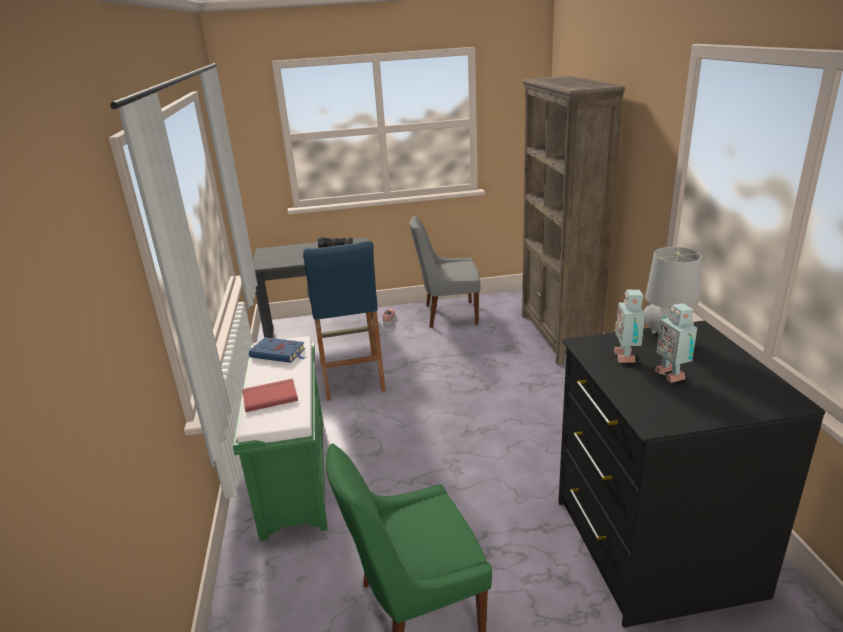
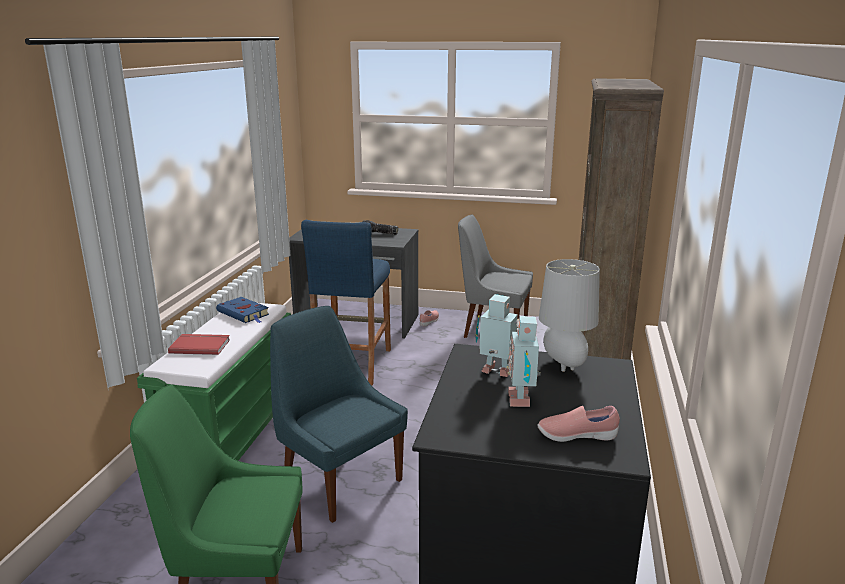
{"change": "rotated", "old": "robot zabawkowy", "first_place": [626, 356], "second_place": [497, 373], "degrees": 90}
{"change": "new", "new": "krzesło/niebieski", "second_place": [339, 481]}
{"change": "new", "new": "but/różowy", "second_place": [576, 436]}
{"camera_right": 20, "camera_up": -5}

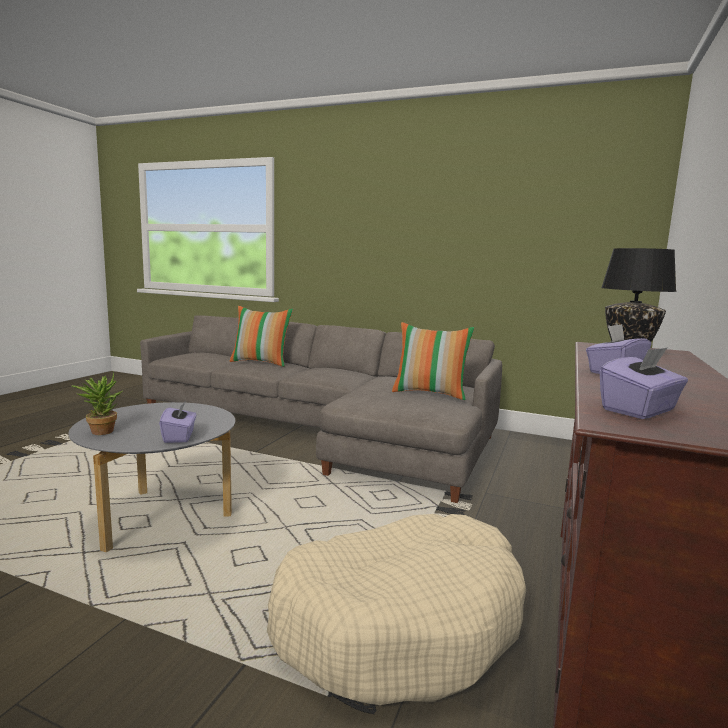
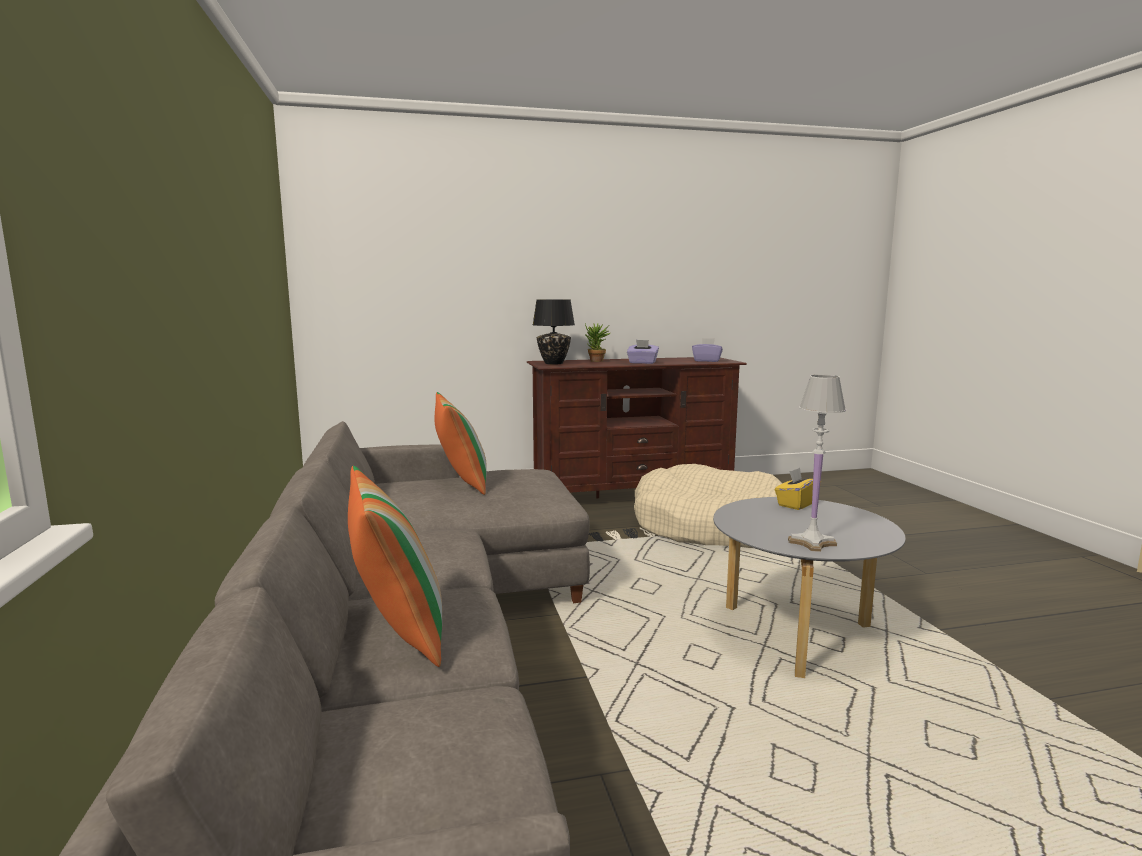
{"change": "shifted", "old": "roślina doniczkowa", "first_place": [101, 430], "second_place": [596, 361]}
{"change": "repainted", "old": "pudełko chusteczek/fioletowy", "new": "pudełko chusteczek/żółty", "first_place": [179, 436], "second_place": [796, 504]}
{"change": "new", "new": "lampa stołowa/biały", "second_place": [811, 543]}
{"camera_right": -125, "camera_up": 0}

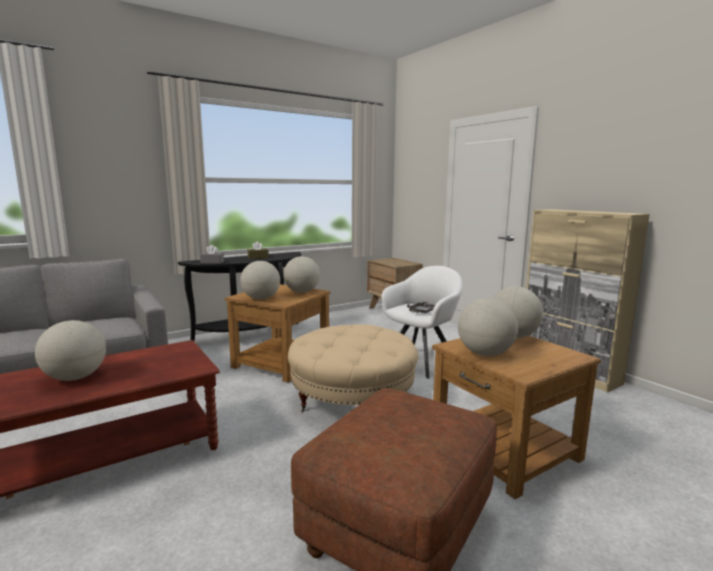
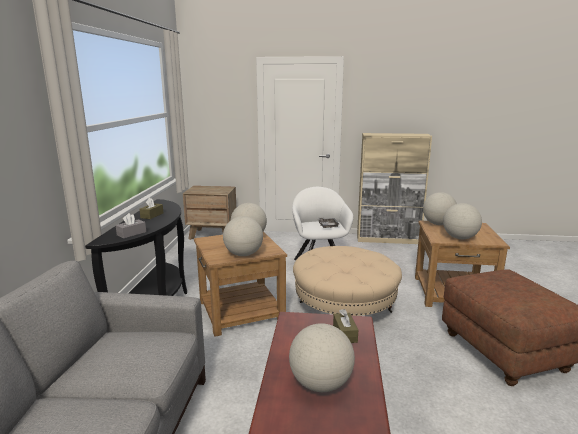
{"change": "new", "new": "pudełko chusteczek/brązowy", "second_place": [345, 334]}
{"camera_right": -50, "camera_up": 5}

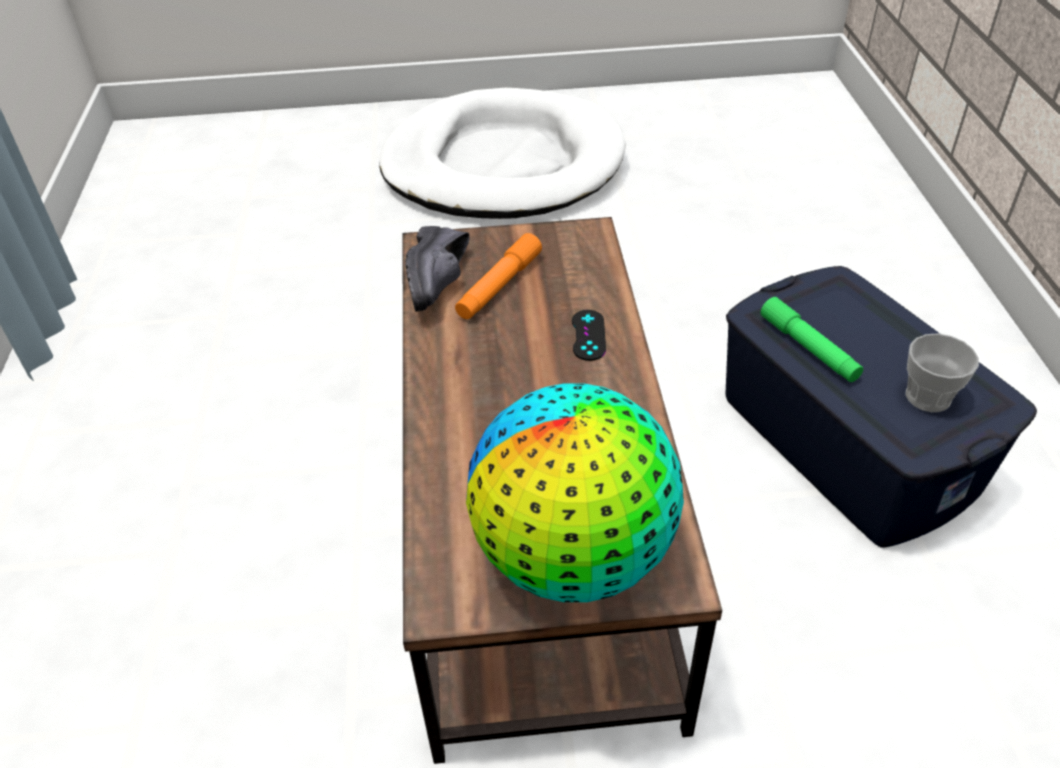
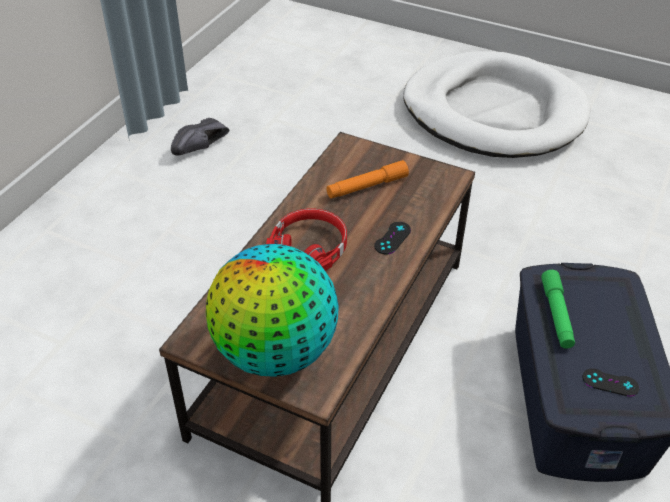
{"change": "shifted", "old": "but/czarny", "first_place": [442, 283], "second_place": [202, 148]}
{"change": "swapped", "old": "filiżanka", "new": "pad do gier/czarny", "first_place": [928, 397], "second_place": [610, 382]}
{"change": "new", "new": "słuchawki/czerwony", "second_place": [310, 247]}
{"camera_right": 30, "camera_up": 0}

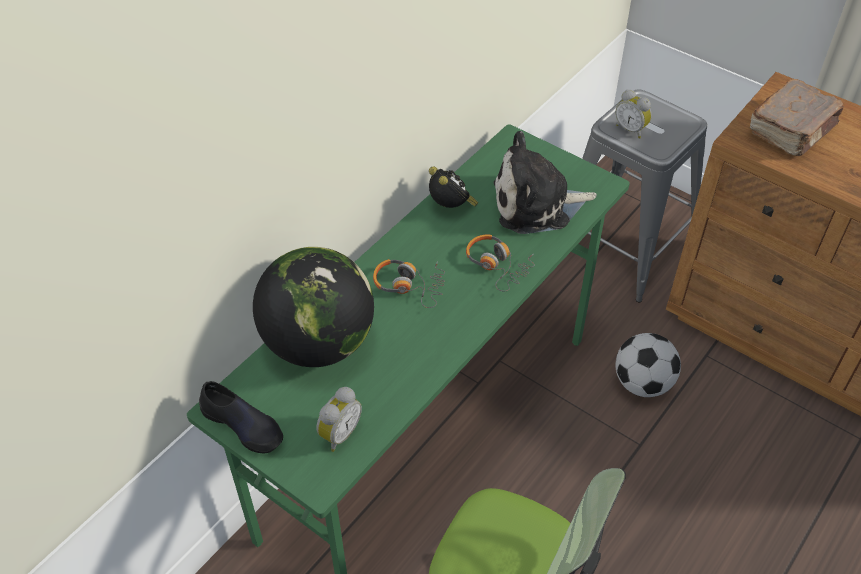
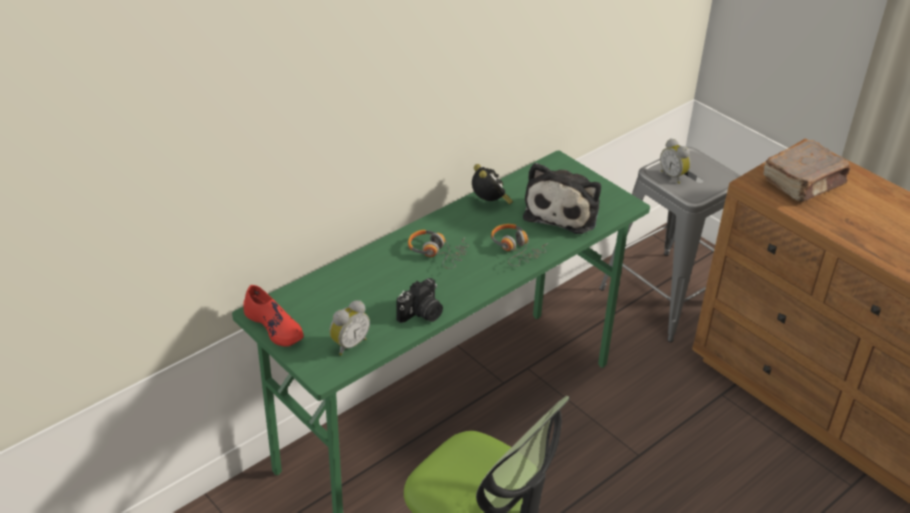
{"change": "rotated", "old": "pluszak", "first_place": [537, 204], "second_place": [564, 211], "degrees": -75}
{"change": "gone", "old": "globus", "first_place": [318, 343]}
{"change": "gone", "old": "piłka futbolowa", "first_place": [643, 383]}
{"change": "repainted", "old": "but/czarny", "new": "but/czerwony", "first_place": [243, 424], "second_place": [274, 326]}
{"change": "new", "new": "aparat fotograficzny", "second_place": [421, 314]}
{"camera_right": 10, "camera_up": -10}

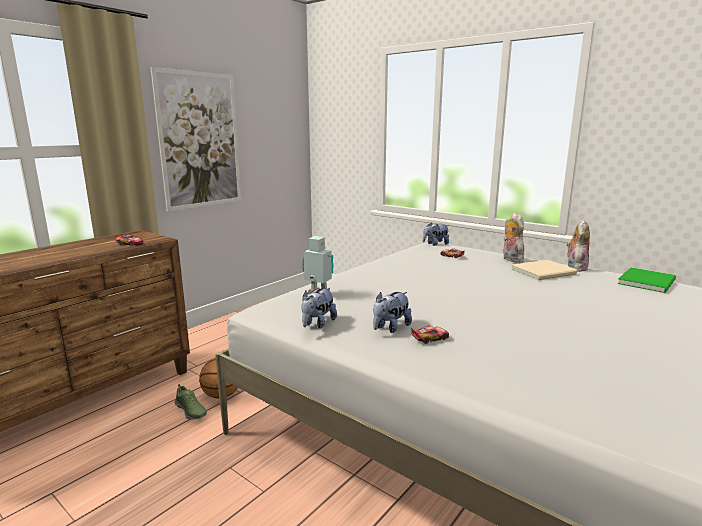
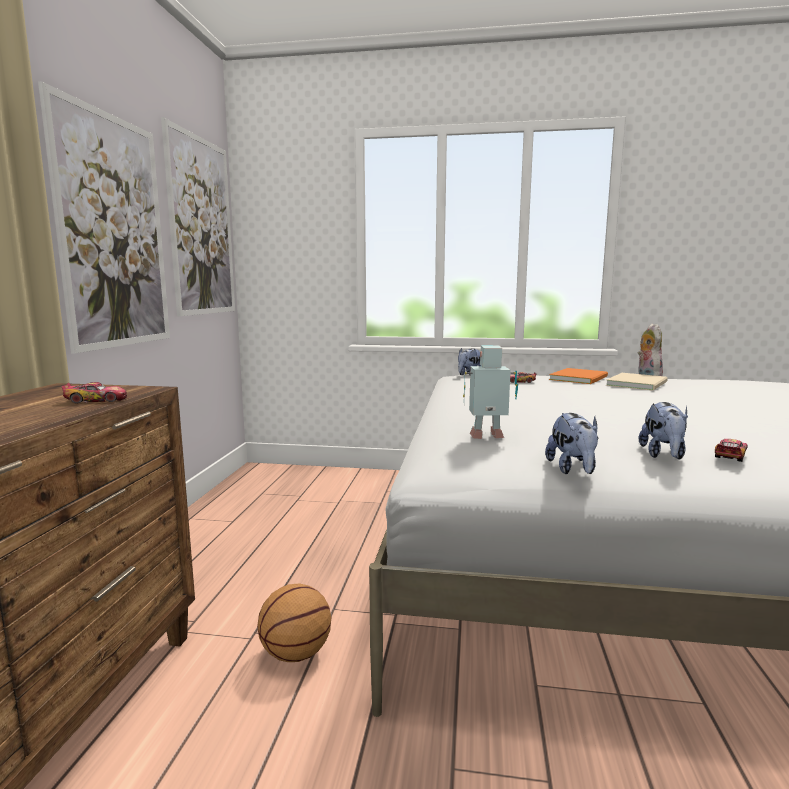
{"change": "swapped", "old": "pluszak", "new": "książka/pomarańczowy", "first_place": [510, 259], "second_place": [580, 378]}
{"change": "gone", "old": "książka/zielony", "first_place": [648, 281]}
{"change": "gone", "old": "but", "first_place": [191, 411]}
{"change": "new", "new": "obraz", "second_place": [202, 227]}
{"camera_right": -30, "camera_up": -5}

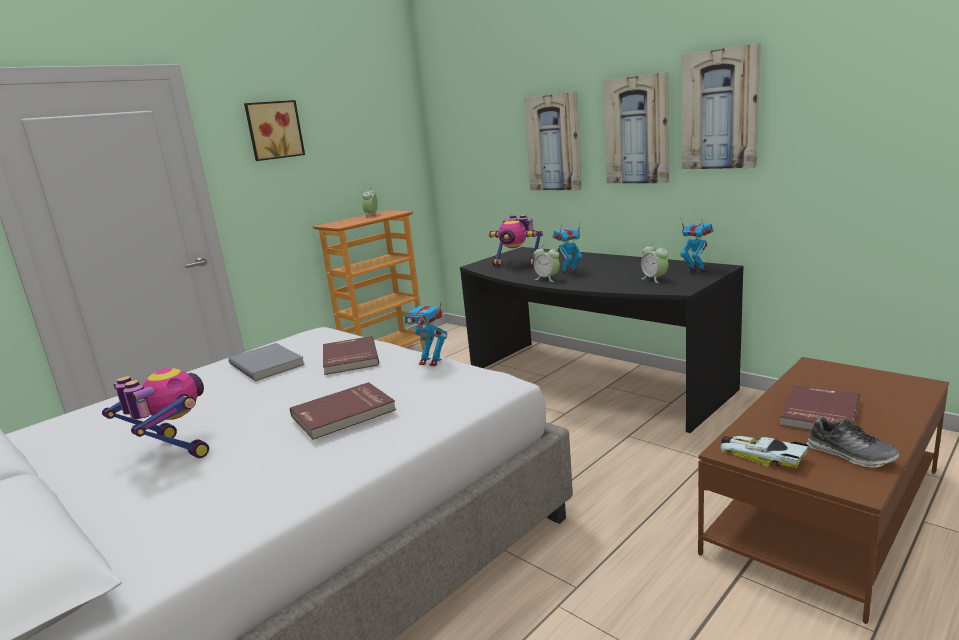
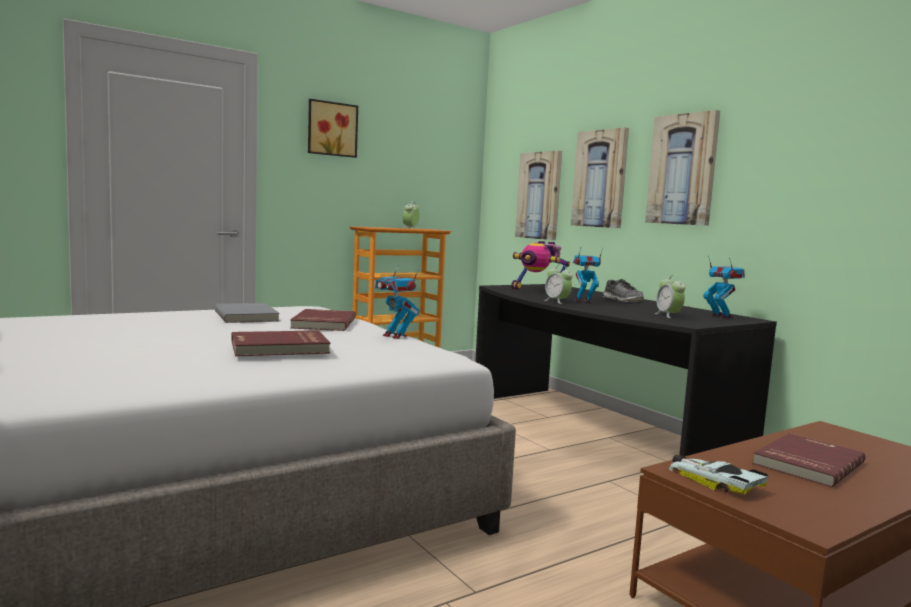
{"change": "shifted", "old": "obraz", "first_place": [720, 110], "second_place": [539, 195]}
{"change": "gone", "old": "robot zabawkowy", "first_place": [172, 451]}
{"change": "shifted", "old": "but", "first_place": [850, 455], "second_place": [622, 300]}
{"camera_right": 10, "camera_up": -10}

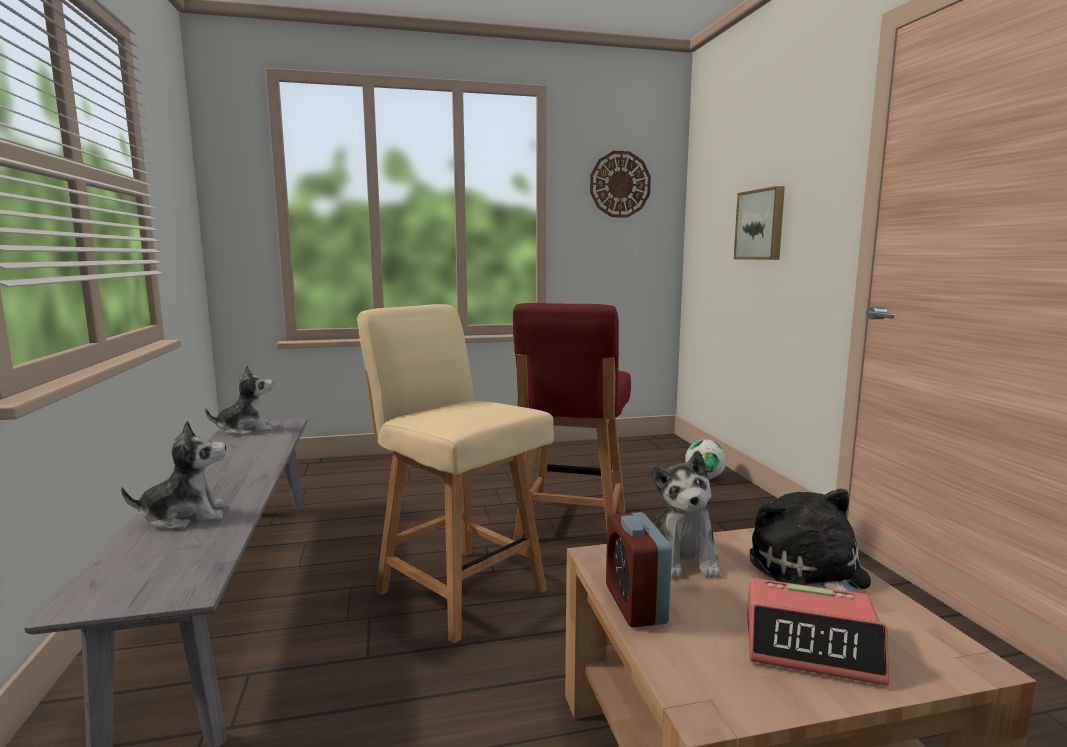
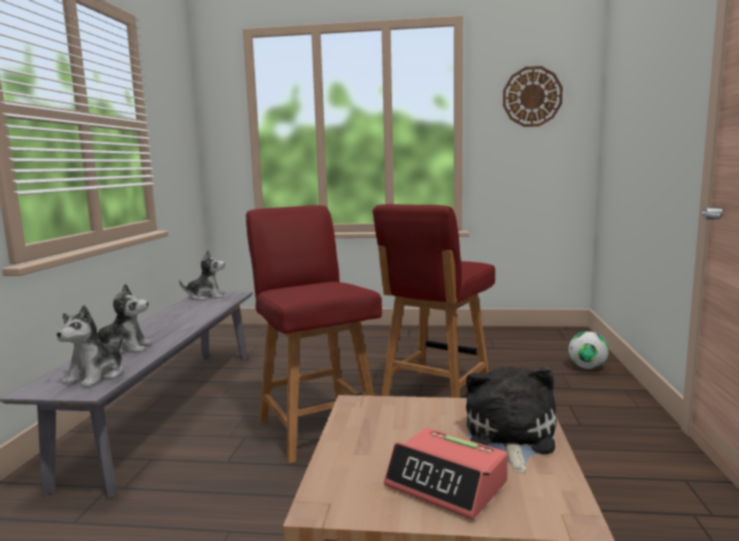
{"change": "gone", "old": "obraz", "first_place": [761, 225]}
{"change": "repainted", "old": "krzesło/beżowy", "new": "krzesło/czerwony", "first_place": [458, 589], "second_place": [317, 427]}
{"change": "shifted", "old": "pluszak", "first_place": [682, 558], "second_place": [96, 376]}
{"change": "gone", "old": "budzik", "first_place": [635, 604]}
{"camera_right": 20, "camera_up": 0}

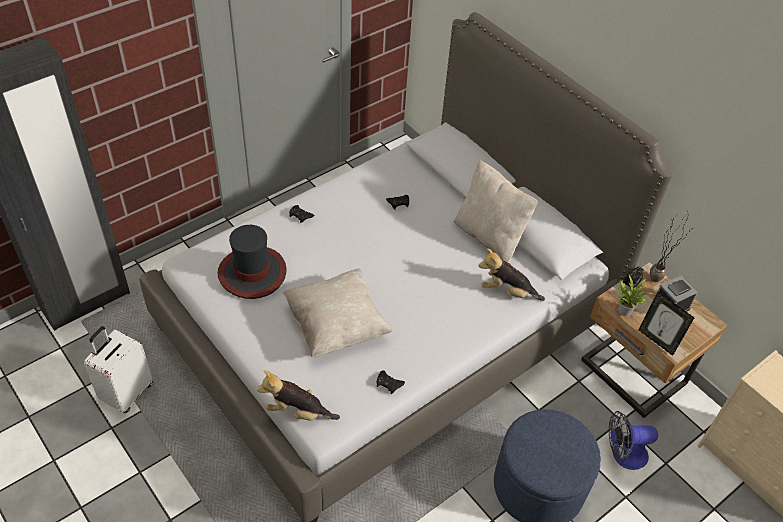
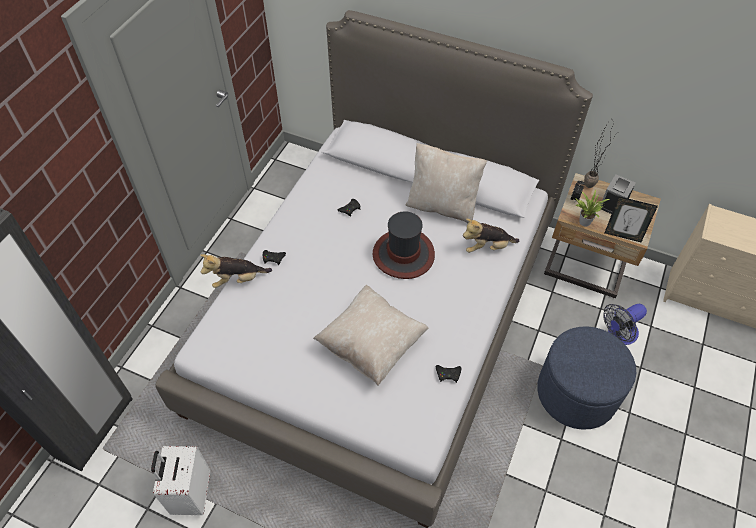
{"change": "shifted", "old": "kapelusz", "first_place": [252, 273], "second_place": [404, 254]}
{"change": "shifted", "old": "pluszak", "first_place": [298, 412], "second_place": [237, 280]}
{"camera_right": -25, "camera_up": 5}

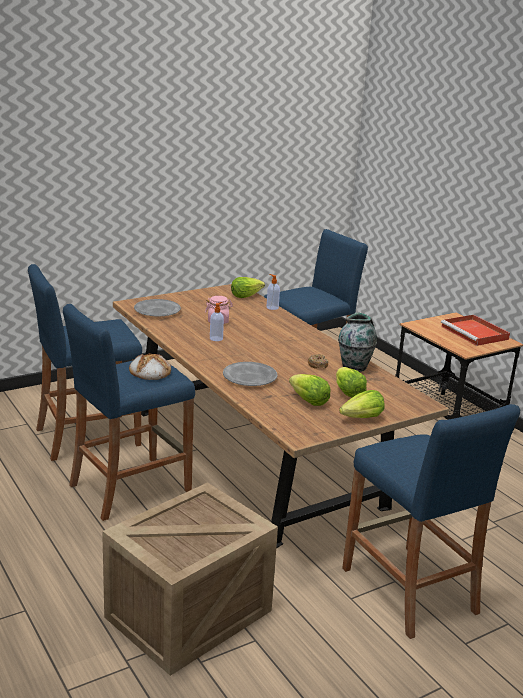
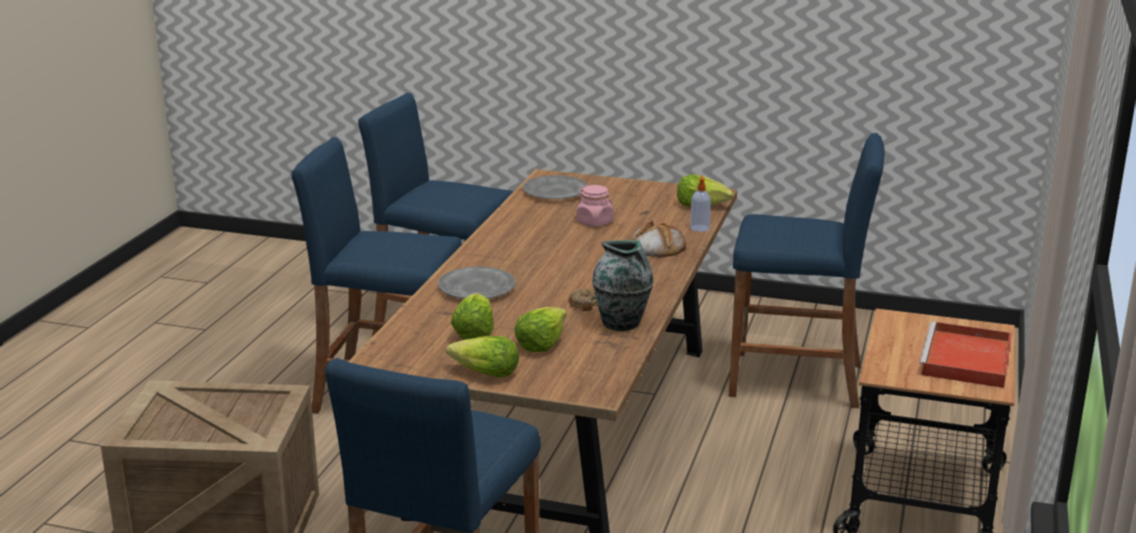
{"change": "gone", "old": "dozownik mydła", "first_place": [216, 338]}
{"change": "shifted", "old": "chleb", "first_place": [149, 371], "second_place": [657, 246]}
{"camera_right": 50, "camera_up": 0}

